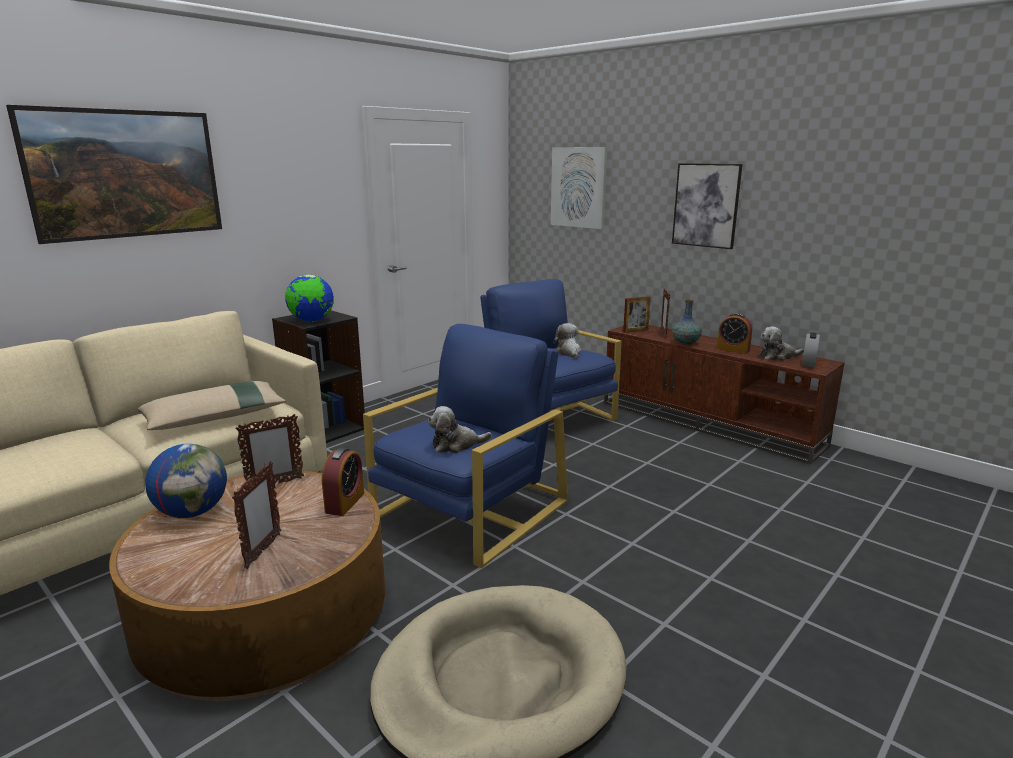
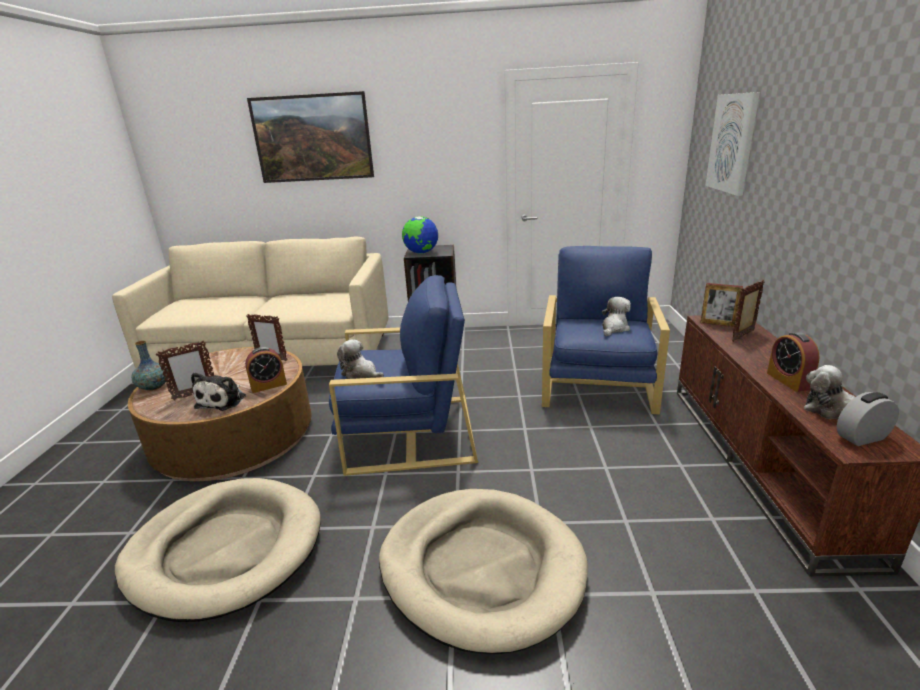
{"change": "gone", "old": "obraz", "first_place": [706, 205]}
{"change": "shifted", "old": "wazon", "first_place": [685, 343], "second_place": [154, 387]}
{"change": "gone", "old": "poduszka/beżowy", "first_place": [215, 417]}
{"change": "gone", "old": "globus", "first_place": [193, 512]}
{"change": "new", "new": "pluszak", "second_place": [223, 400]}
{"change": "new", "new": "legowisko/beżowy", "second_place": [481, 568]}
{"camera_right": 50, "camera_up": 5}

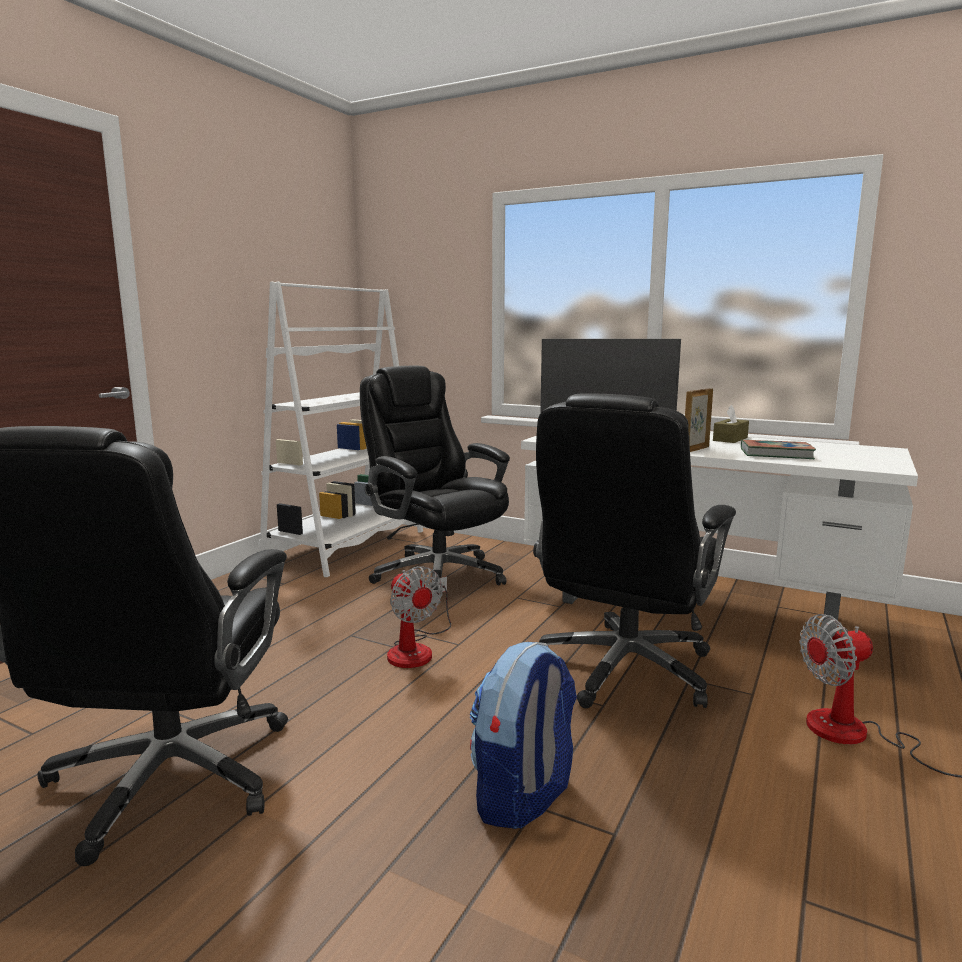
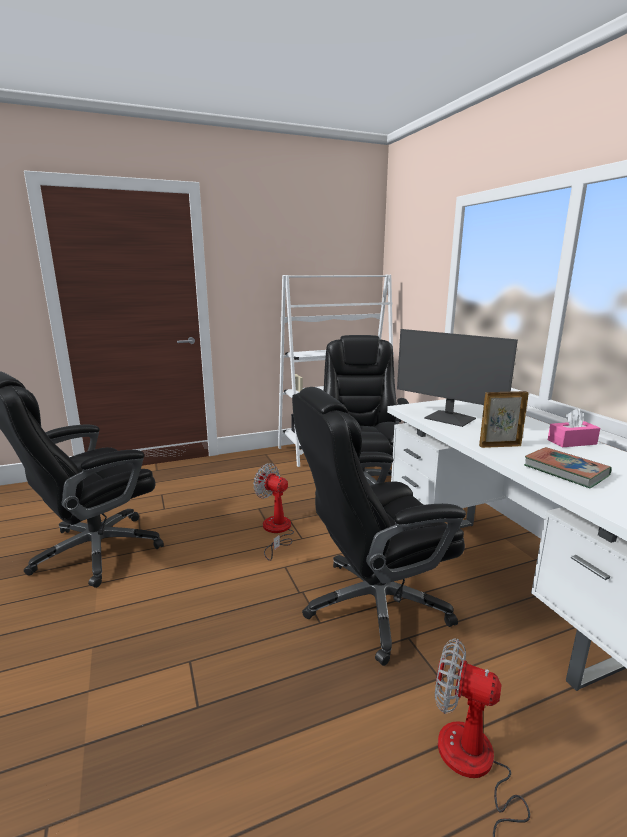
{"change": "repainted", "old": "pudełko chusteczek/brązowy", "new": "pudełko chusteczek/różowy", "first_place": [730, 439], "second_place": [571, 442]}
{"change": "rotated", "old": "wentylator", "first_place": [416, 649], "second_place": [276, 531], "degrees": 120}
{"change": "gone", "old": "plecak", "first_place": [522, 796]}
{"camera_right": 40, "camera_up": 5}

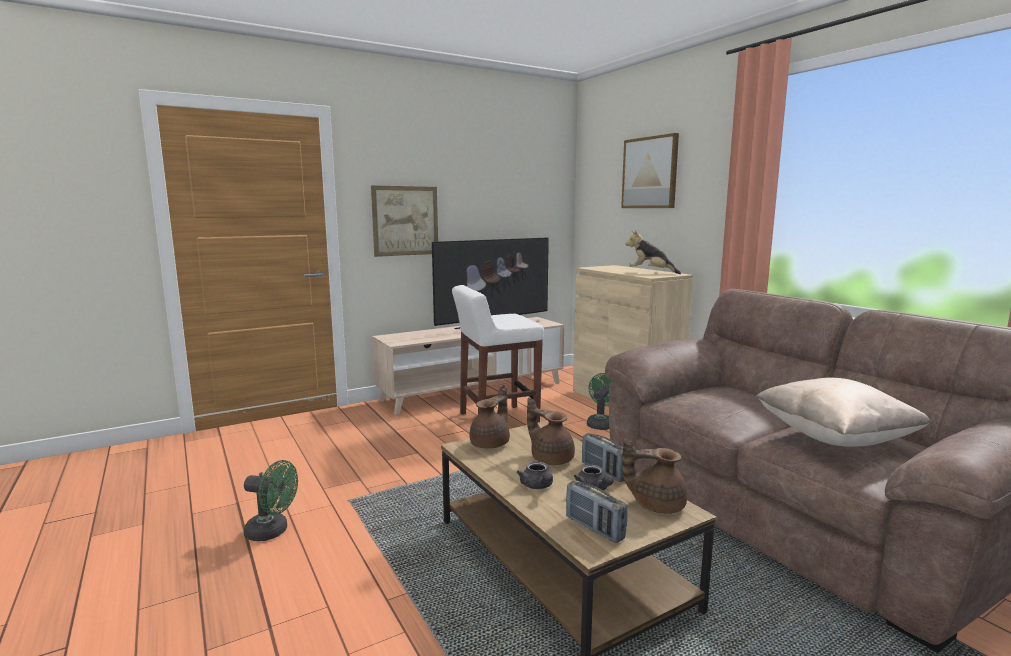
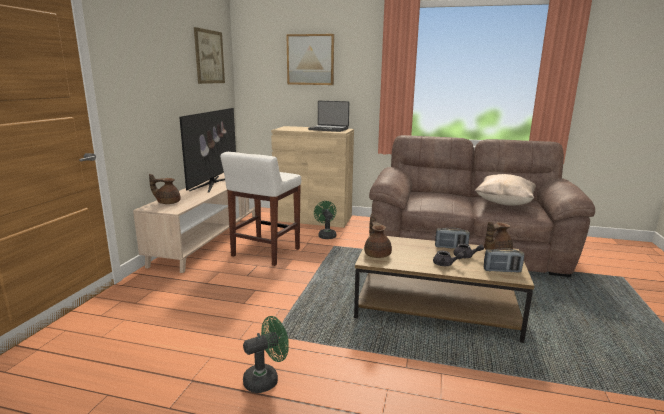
{"change": "shifted", "old": "obraz", "first_place": [405, 221], "second_place": [209, 57]}
{"change": "swapped", "old": "pluszak", "new": "laptop", "first_place": [650, 272], "second_place": [329, 129]}
{"change": "shifted", "old": "imbryk/brązowy", "first_place": [551, 458], "second_place": [167, 202]}
{"camera_right": -45, "camera_up": 5}

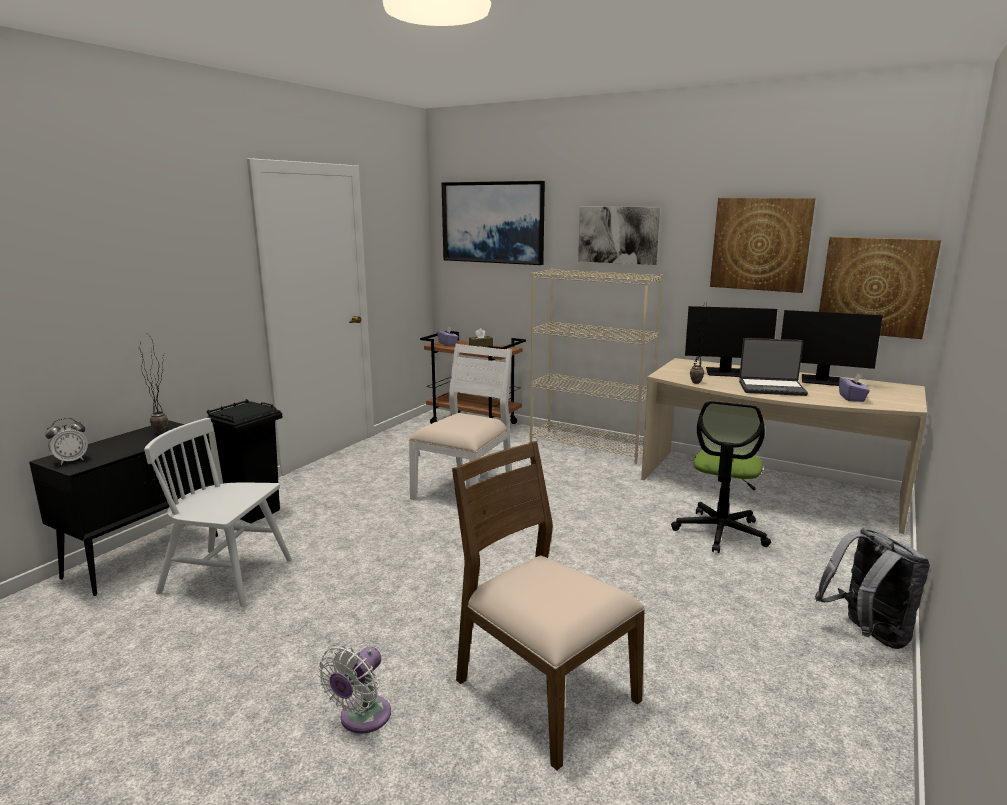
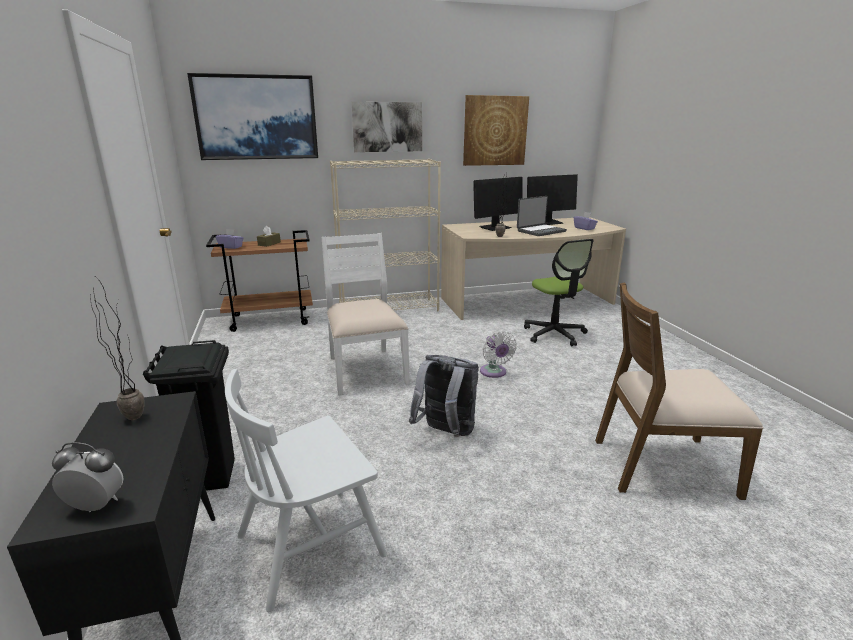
{"change": "gone", "old": "obraz", "first_place": [875, 286]}
{"change": "rotated", "old": "budzik", "first_place": [71, 461], "second_place": [96, 506], "degrees": -90}
{"change": "shifted", "old": "plecak/szary", "first_place": [866, 634], "second_place": [445, 433]}
{"change": "shifted", "old": "wentylator/biały", "first_place": [361, 718], "second_place": [494, 373]}
{"camera_right": -45, "camera_up": 5}

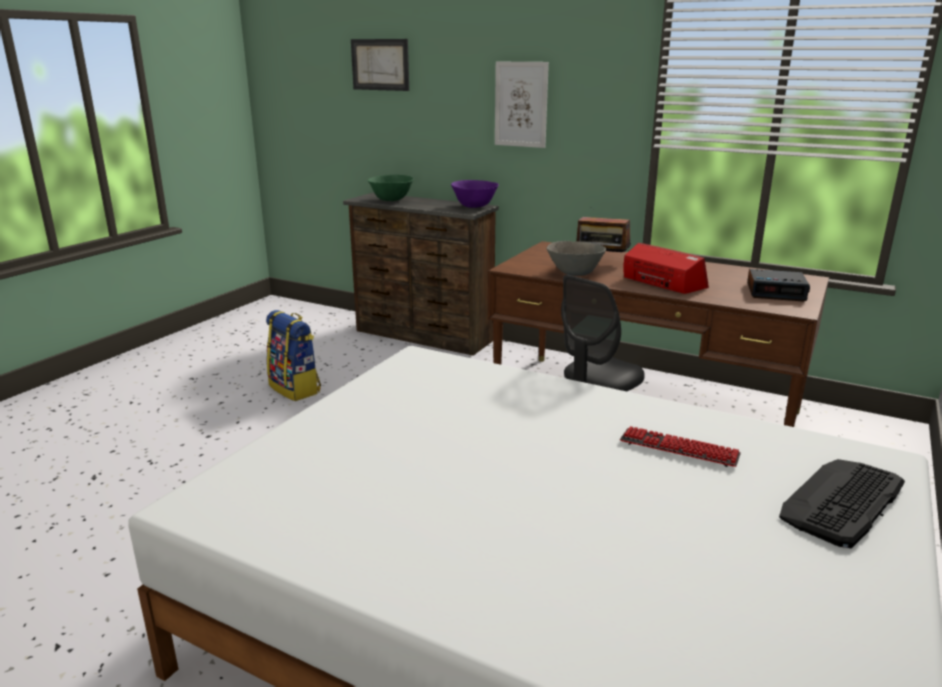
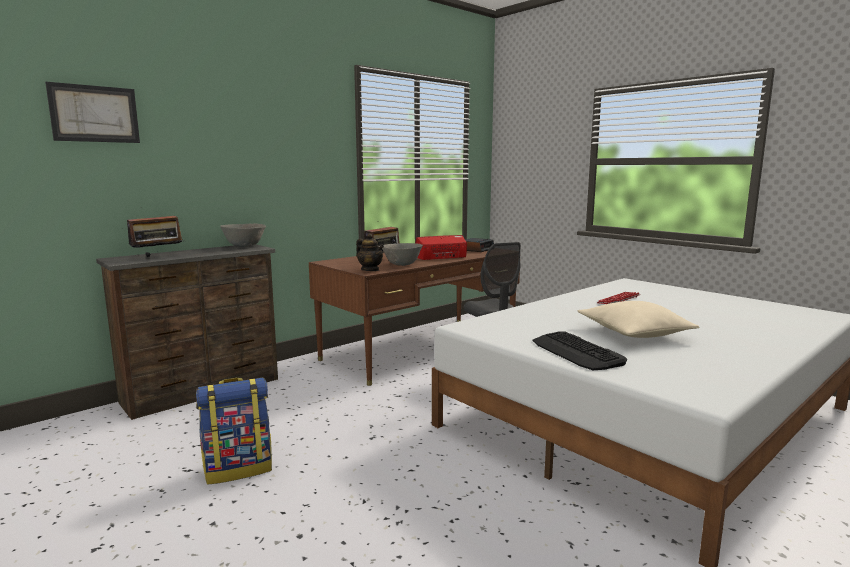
{"change": "gone", "old": "obraz", "first_place": [521, 104]}
{"change": "swapped", "old": "miska/zielony", "new": "radio", "first_place": [391, 200], "second_place": [158, 257]}
{"change": "repainted", "old": "miska/fioletowy", "new": "miska/szary", "first_place": [474, 206], "second_place": [244, 246]}
{"change": "shifted", "old": "klawiatura", "first_place": [842, 501], "second_place": [576, 352]}
{"change": "new", "new": "imbryk", "second_place": [370, 270]}
{"change": "new", "new": "poduszka/beżowy", "second_place": [634, 333]}
{"camera_right": -70, "camera_up": -10}

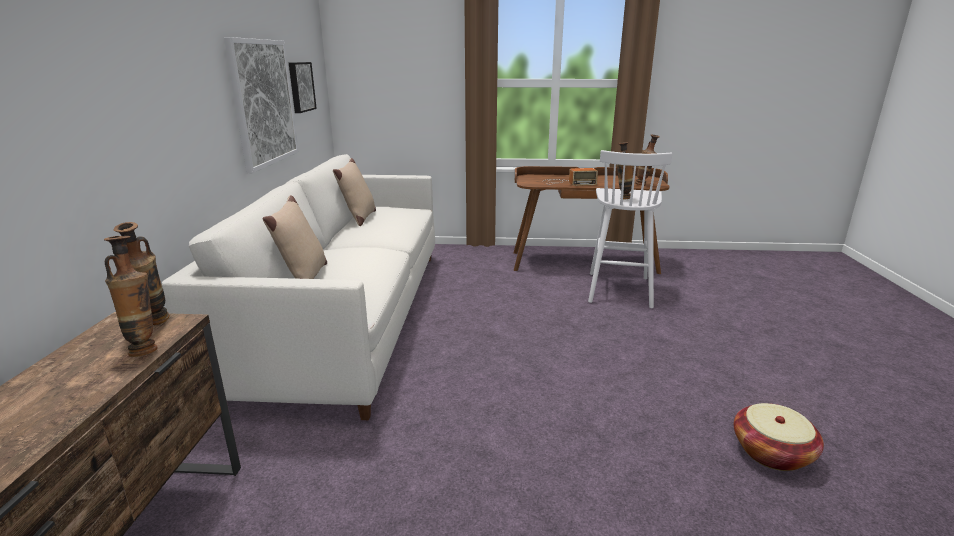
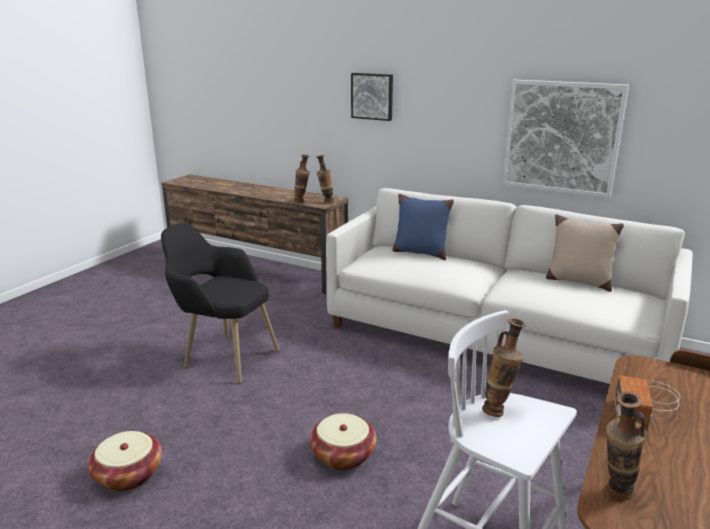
{"change": "shifted", "old": "obraz", "first_place": [300, 87], "second_place": [372, 96]}
{"change": "repainted", "old": "poduszka/beżowy", "new": "poduszka/niebieski", "first_place": [304, 278], "second_place": [420, 252]}
{"change": "new", "new": "fotel/czarny", "second_place": [222, 356]}
{"change": "new", "new": "koszyk", "second_place": [343, 455]}
{"camera_right": 115, "camera_up": 0}

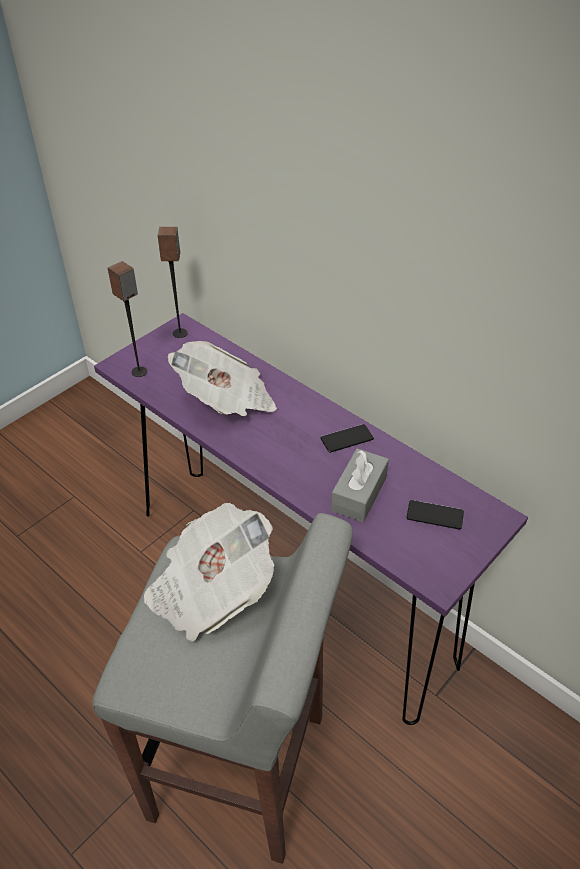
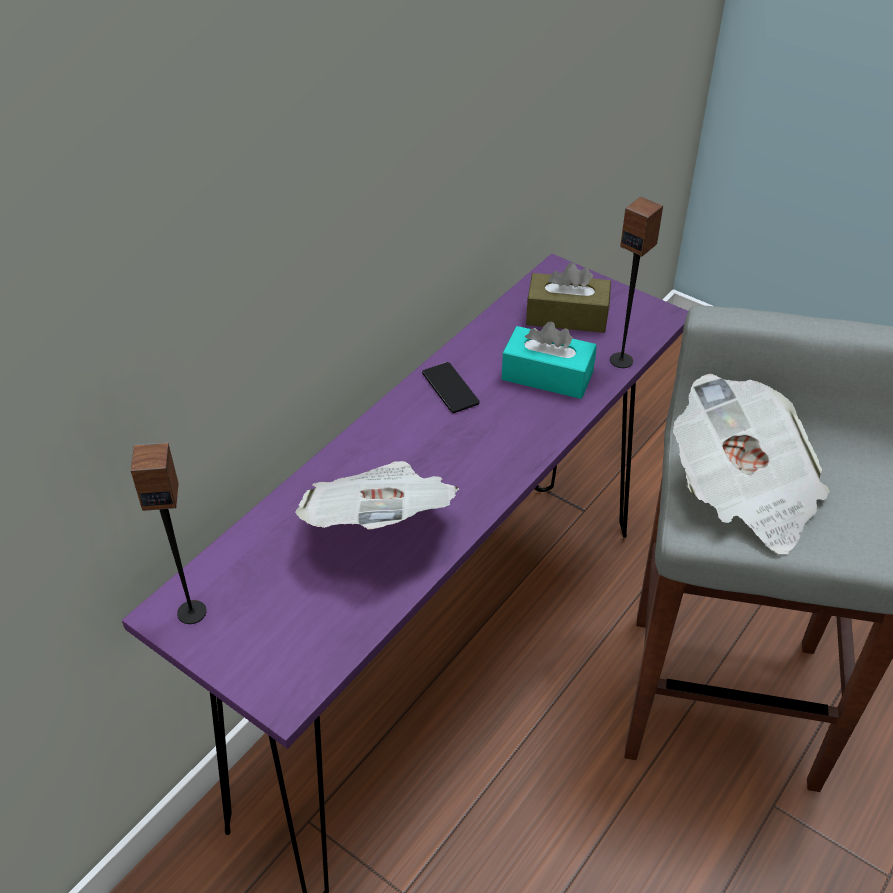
{"change": "shifted", "old": "głośnik", "first_place": [139, 372], "second_place": [621, 360]}
{"change": "repainted", "old": "pudełko chusteczek/szary", "new": "pudełko chusteczek/turkusowy", "first_place": [359, 494], "second_place": [547, 376]}
{"change": "swapped", "old": "telefon", "new": "pudełko chusteczek/brązowy", "first_place": [434, 515], "second_place": [567, 316]}
{"camera_right": -95, "camera_up": 0}

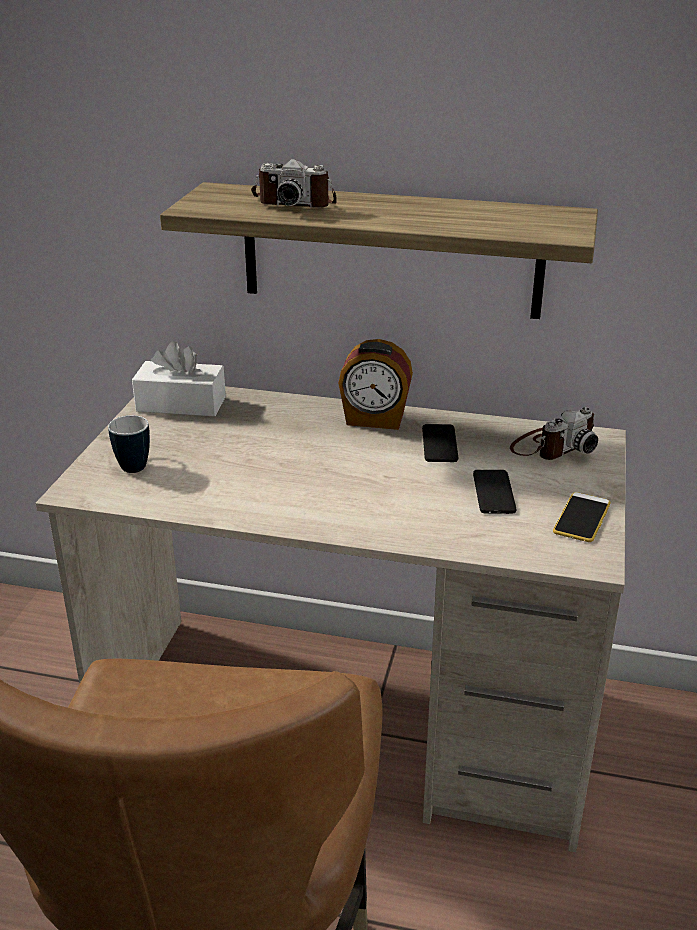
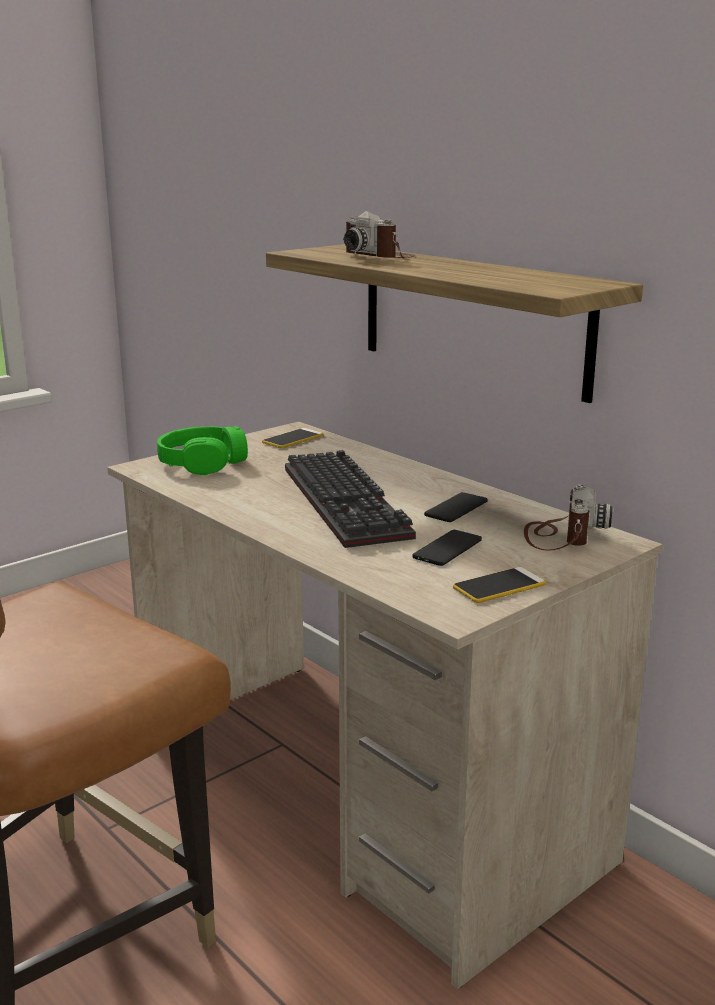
{"change": "gone", "old": "budzik", "first_place": [375, 420]}
{"change": "swapped", "old": "pudełko chusteczek/biały", "new": "telefon", "first_place": [181, 404], "second_place": [293, 439]}
{"change": "rotated", "old": "aparat fotograficzny", "first_place": [552, 446], "second_place": [560, 535], "degrees": -75}
{"change": "swapped", "old": "kubek", "new": "słuchawki/zielony", "first_place": [135, 464], "second_place": [202, 463]}
{"change": "new", "new": "klawiatura", "second_place": [350, 503]}
{"camera_right": 35, "camera_up": -10}

